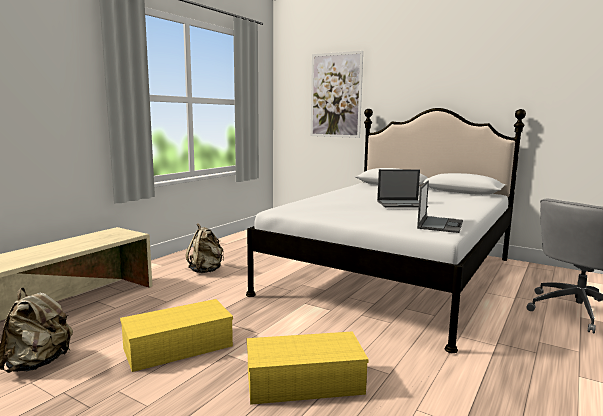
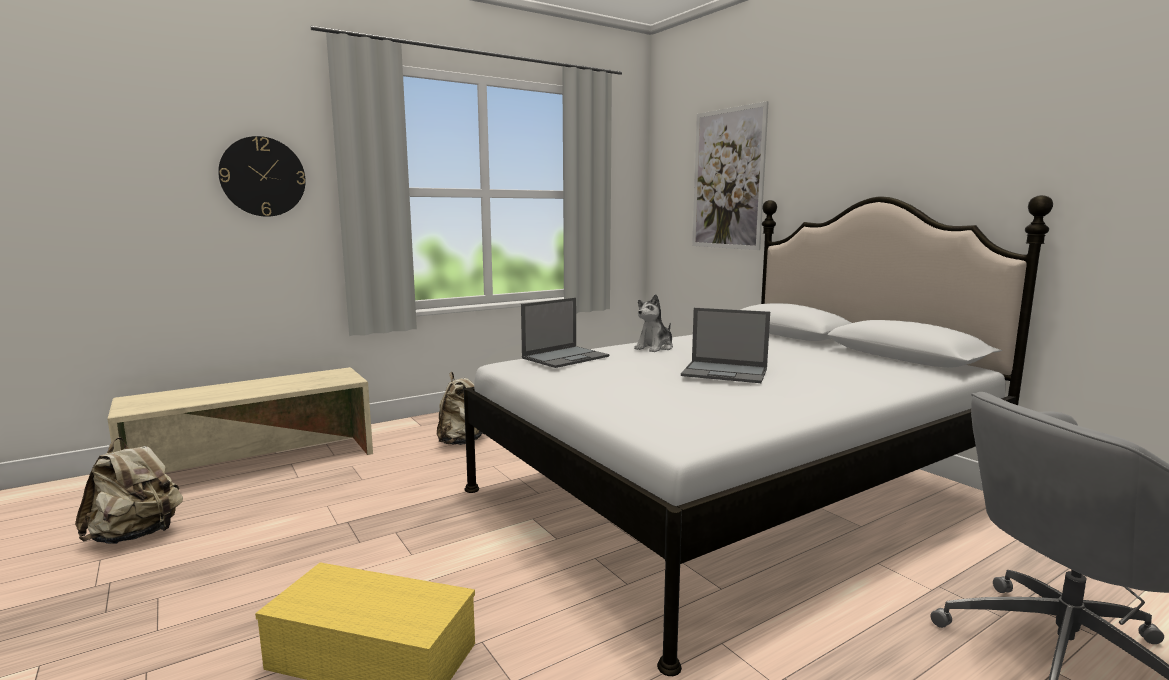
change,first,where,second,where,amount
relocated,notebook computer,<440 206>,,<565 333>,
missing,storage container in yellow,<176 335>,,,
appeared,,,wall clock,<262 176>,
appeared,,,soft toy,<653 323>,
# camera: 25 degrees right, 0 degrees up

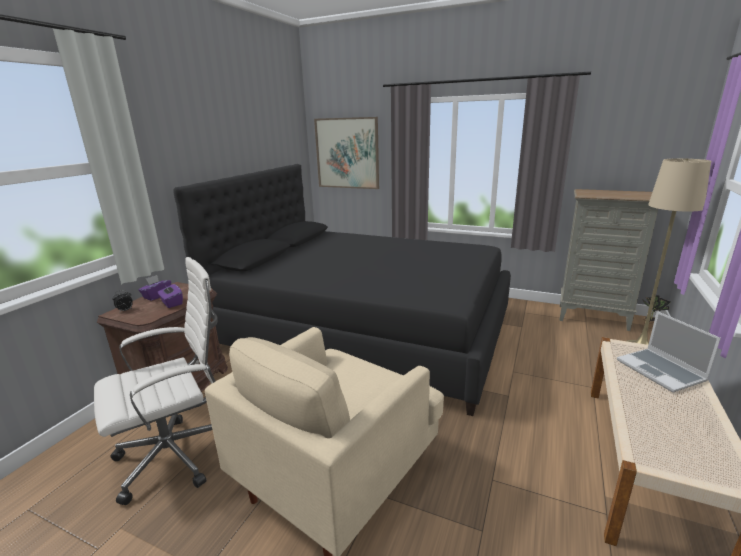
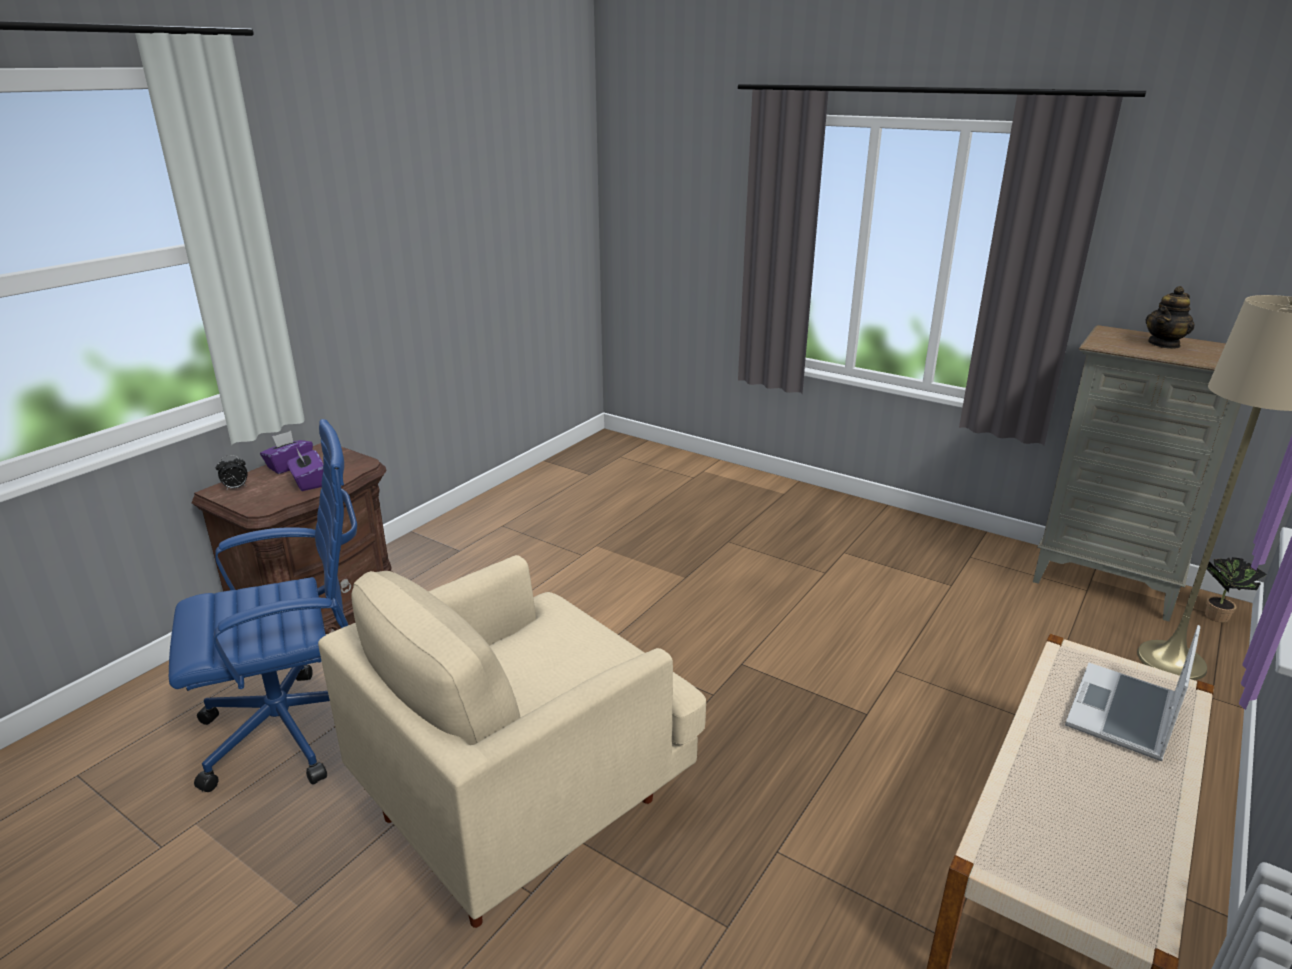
change,first,where,second,where,amount
missing,wall art,<346 153>,,,
missing,bed in black,<342 290>,,,
colour,computer chair in white,<156 381>,computer chair in blue,<263 605>,
spun,notebook computer,<669 351>,,<1132 693>,45 degrees clockwise
appeared,,,tea pot,<1170 317>,
# camera: 10 degrees right, 5 degrees up

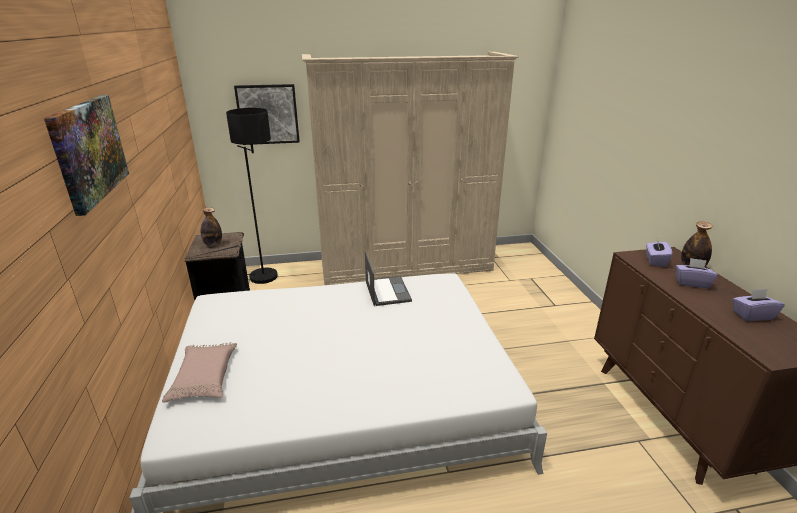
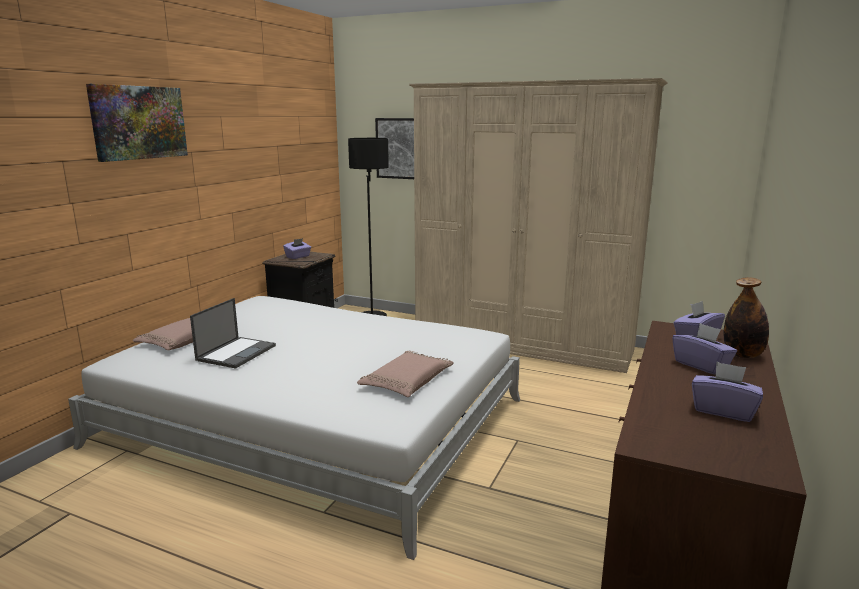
change,first,where,second,where,amount
exchanged,bottle,<211 226>,tissue holder in purplish,<297 248>,
relocated,notebook computer,<388 278>,,<233 333>,
appeared,,,cushion in beige,<405 373>,
# camera: 35 degrees right, 10 degrees down

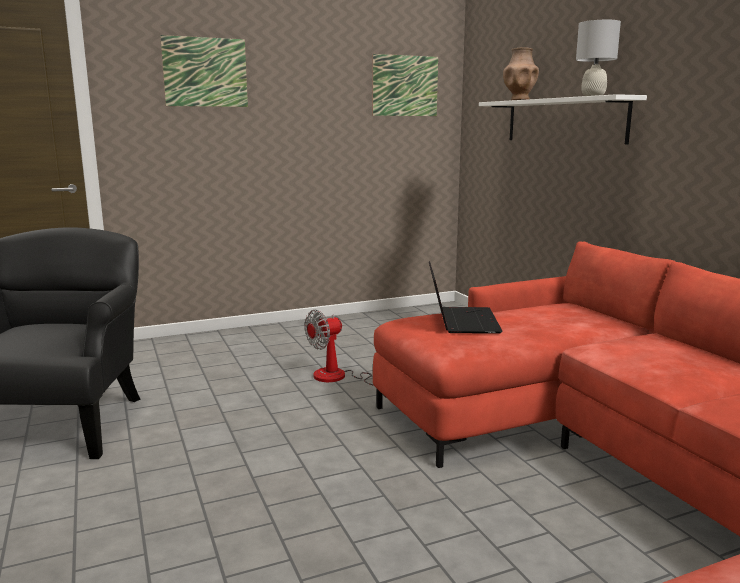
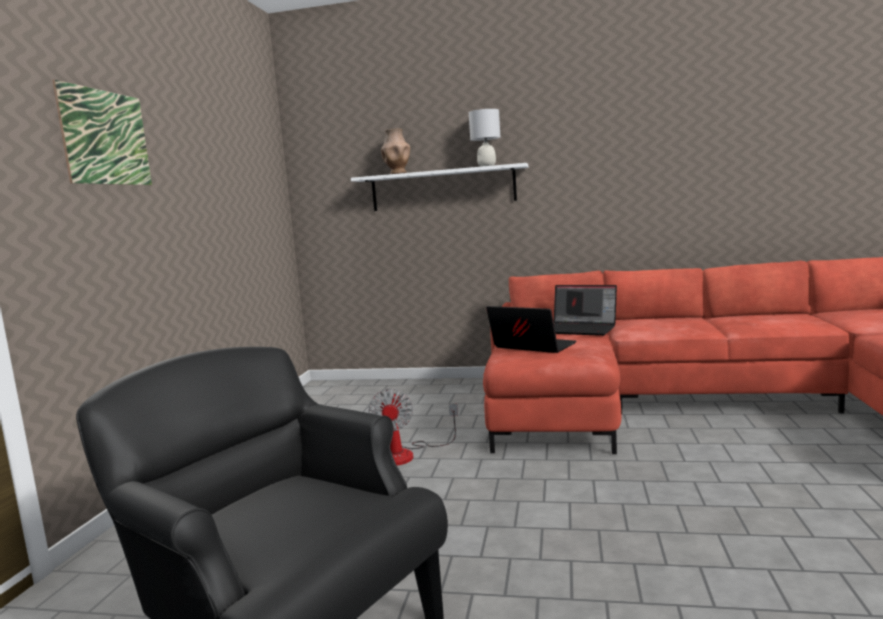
change,first,where,second,where,amount
missing,wall art,<405 85>,,,
appeared,,,notebook computer,<585 310>,
# camera: 55 degrees left, 5 degrees down

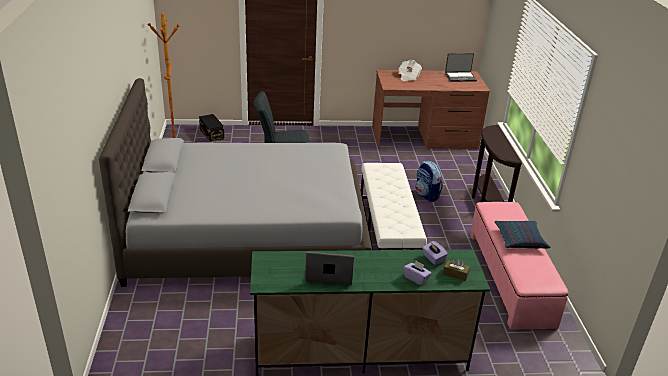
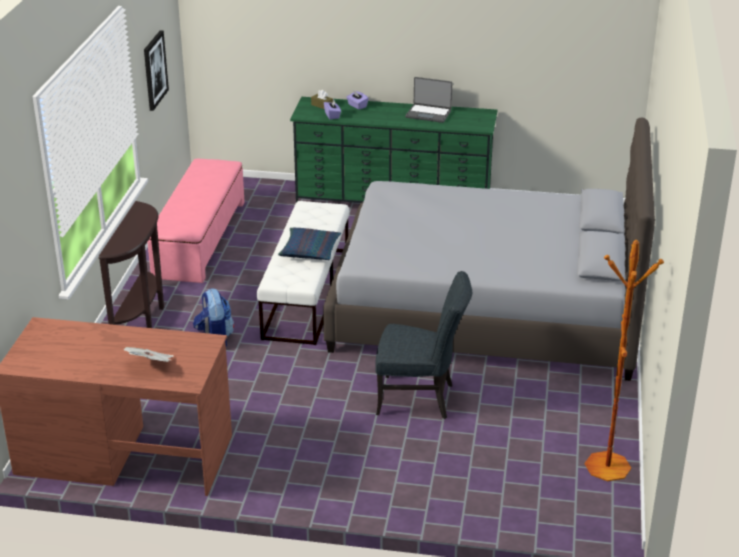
change,first,where,second,where,amount
missing,notebook computer,<461 67>,,,
missing,storage container in black,<211 128>,,,
relocated,cushion in blue,<522 234>,,<309 244>,
appeared,,,wall art,<156 70>,
# camera: 165 degrees left, 0 degrees up

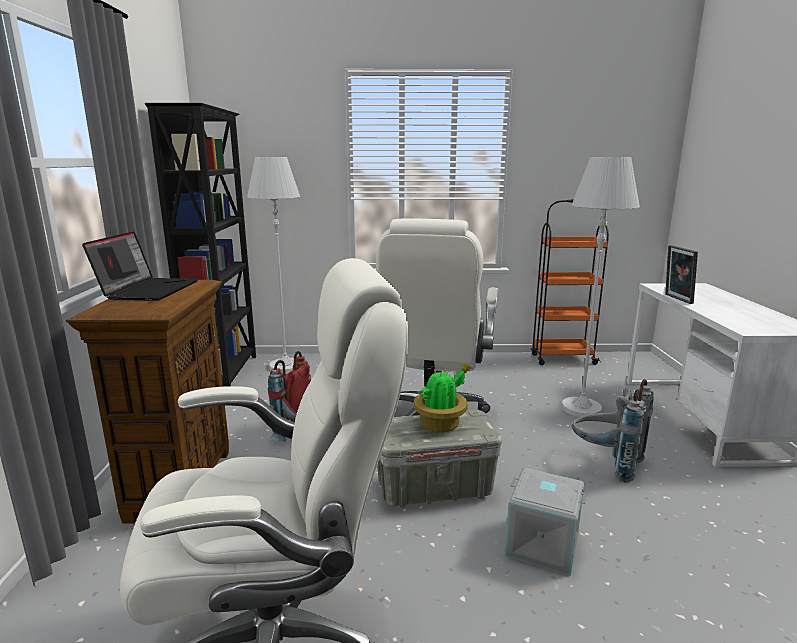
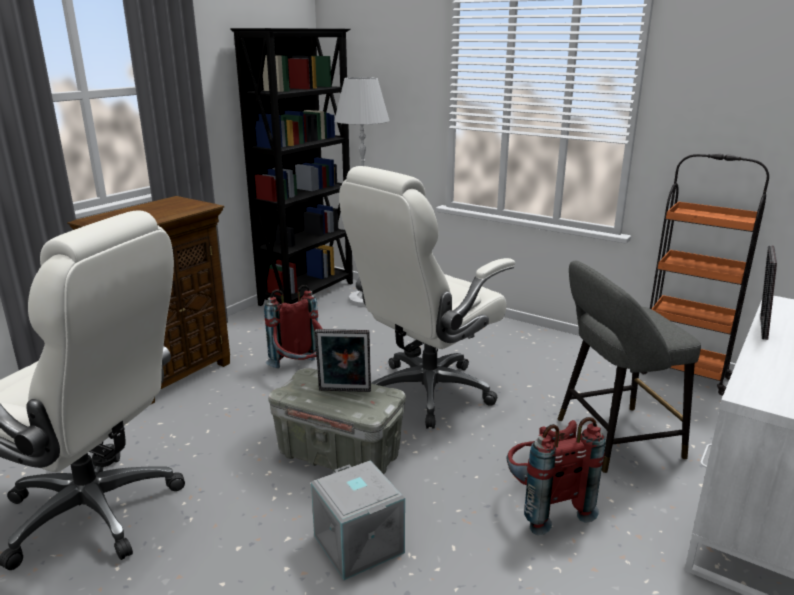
change,first,where,second,where,amount
exchanged,standard lamp in white,<601 287>,stool seat in grey,<629 366>,
missing,notebook computer,<140 266>,,,
exchanged,potted plant,<443 397>,photo frame,<343 360>,
colour,rucksack in grey,<613 431>,rucksack in reddish,<555 476>,
# camera: 35 degrees right, 5 degrees up

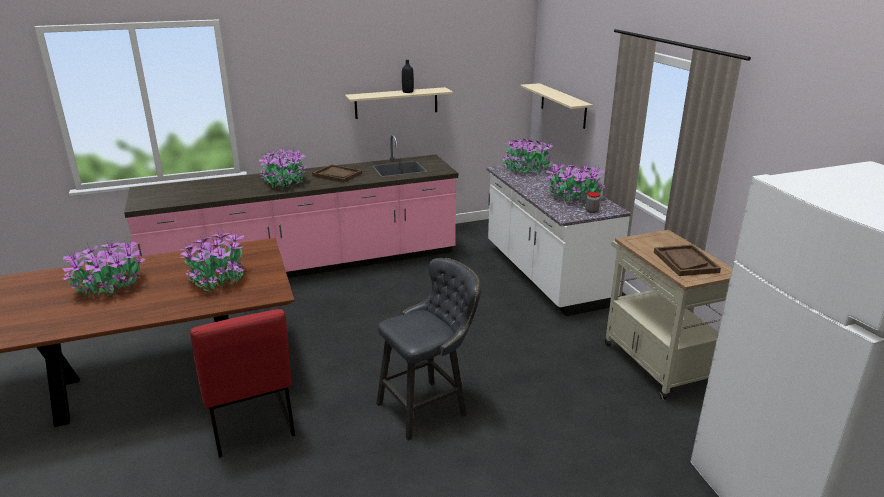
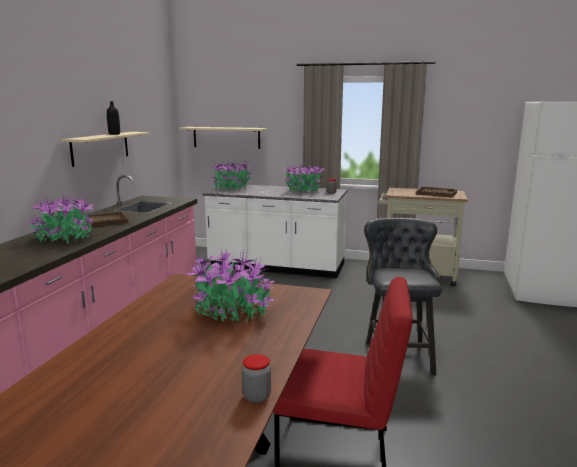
change,first,where,second,where,amount
missing,potted plant,<104 267>,,,
appeared,,,jar,<256 378>,
# camera: 55 degrees left, 10 degrees down

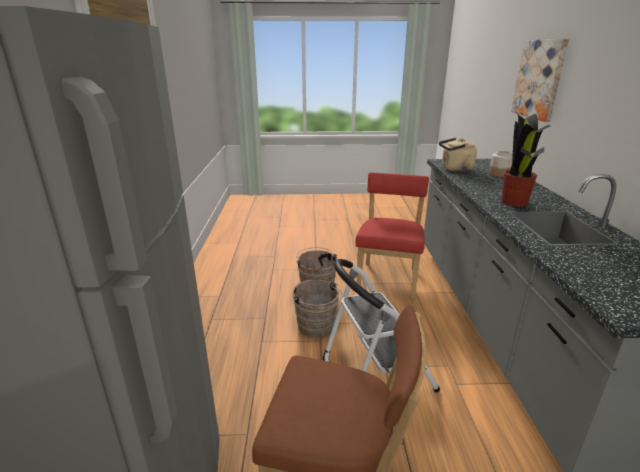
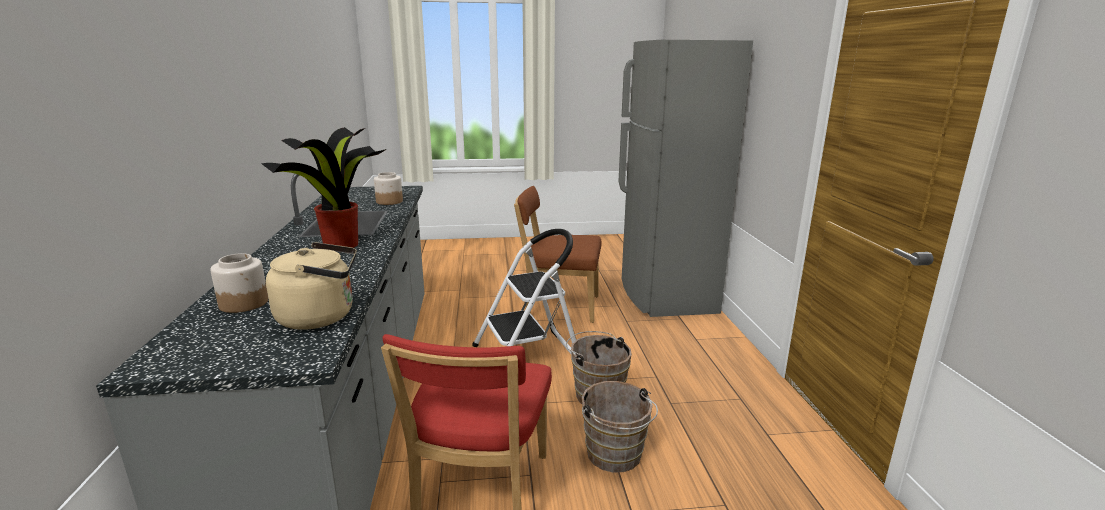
change,first,where,second,where,amount
missing,wall art,<540 80>,,,
appeared,,,jar,<388 188>,
# camera: 175 degrees right, 5 degrees down

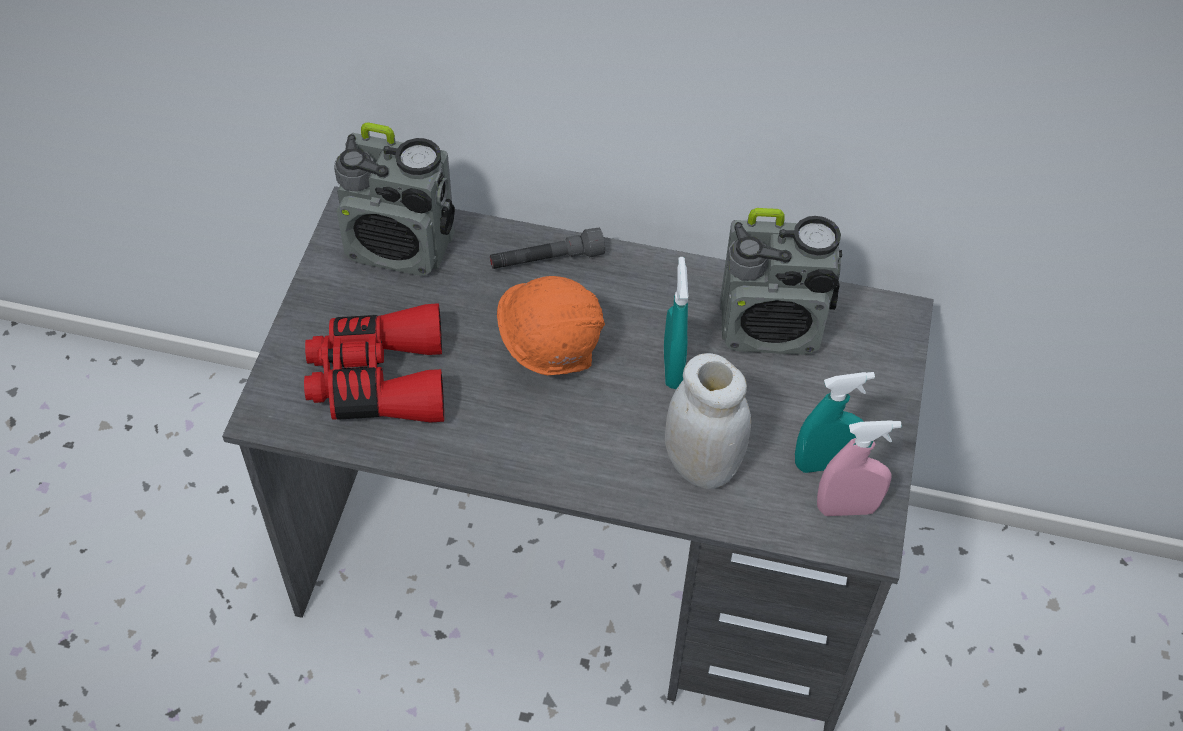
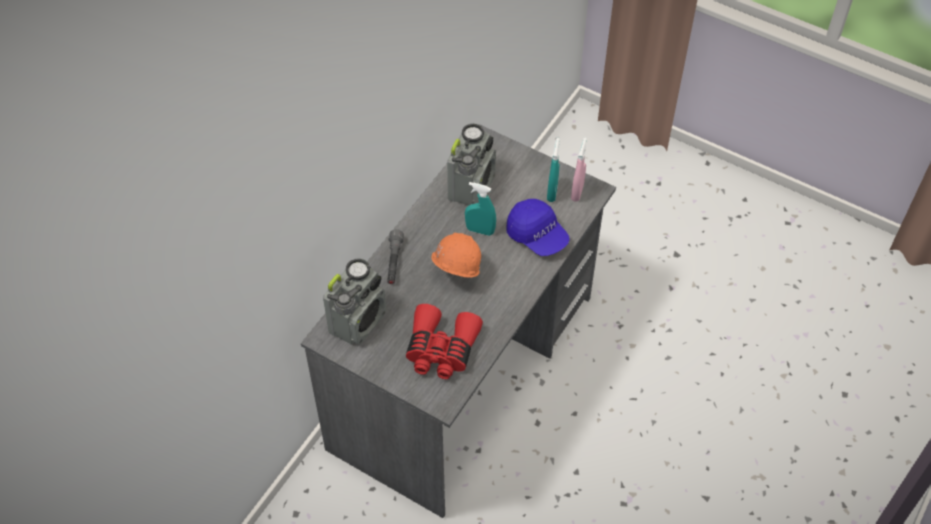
change,first,where,second,where,amount
exchanged,jar in white,<708 421>,cap in blue,<538 227>,
# camera: 70 degrees left, 0 degrees up

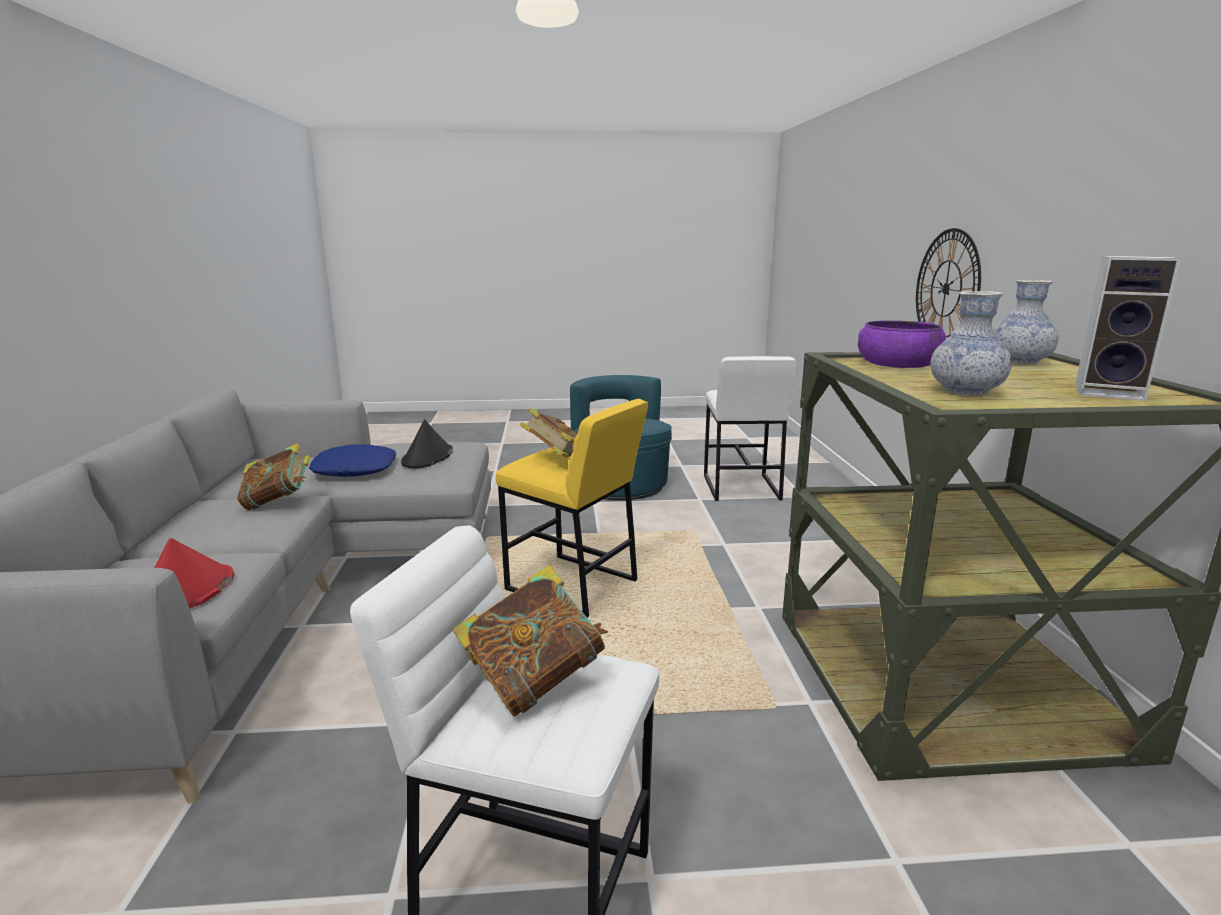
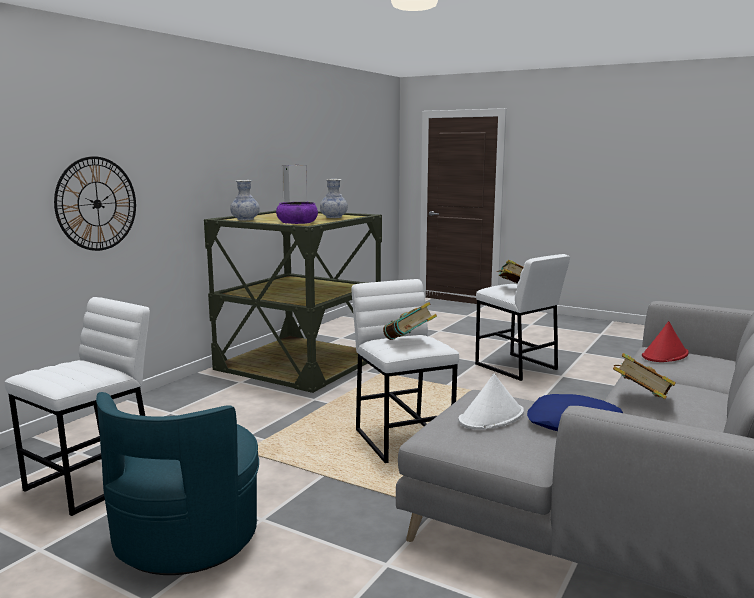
change,first,where,second,where,amount
colour,stool seat in yellow,<572 508>,stool seat in white,<405 371>,
colour,clothing hat in black,<427 443>,clothing hat in white,<491 402>,
# camera: 145 degrees left, 5 degrees down

